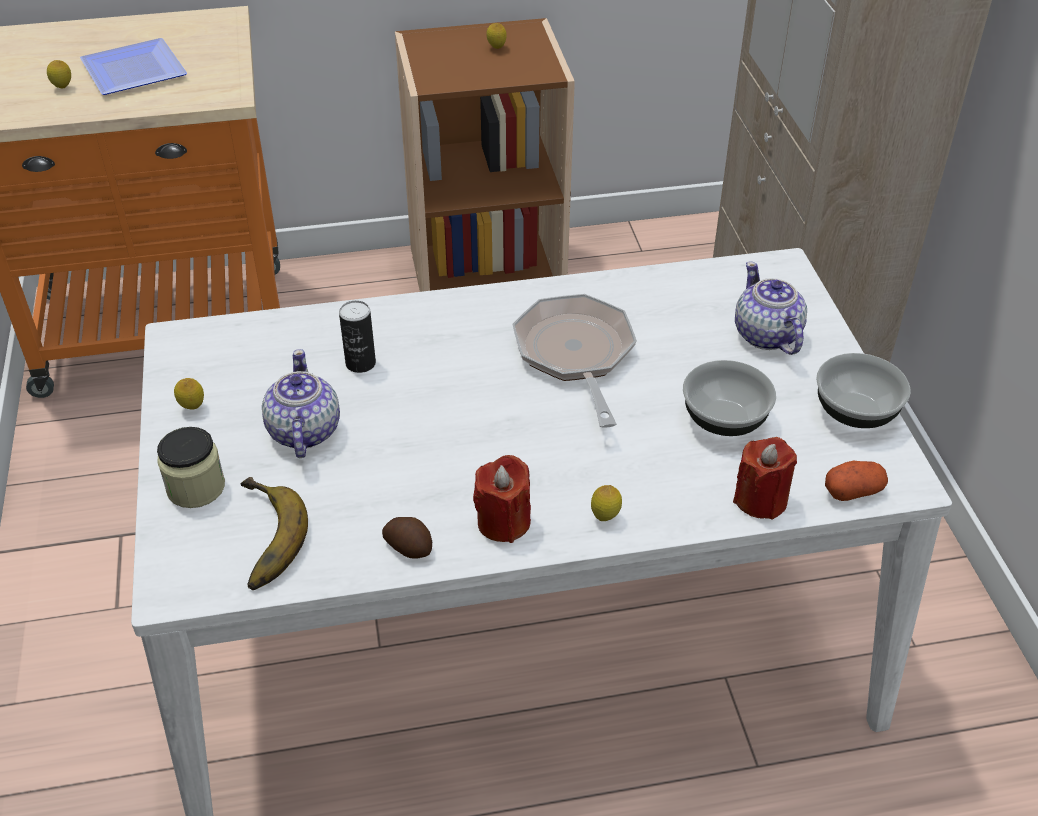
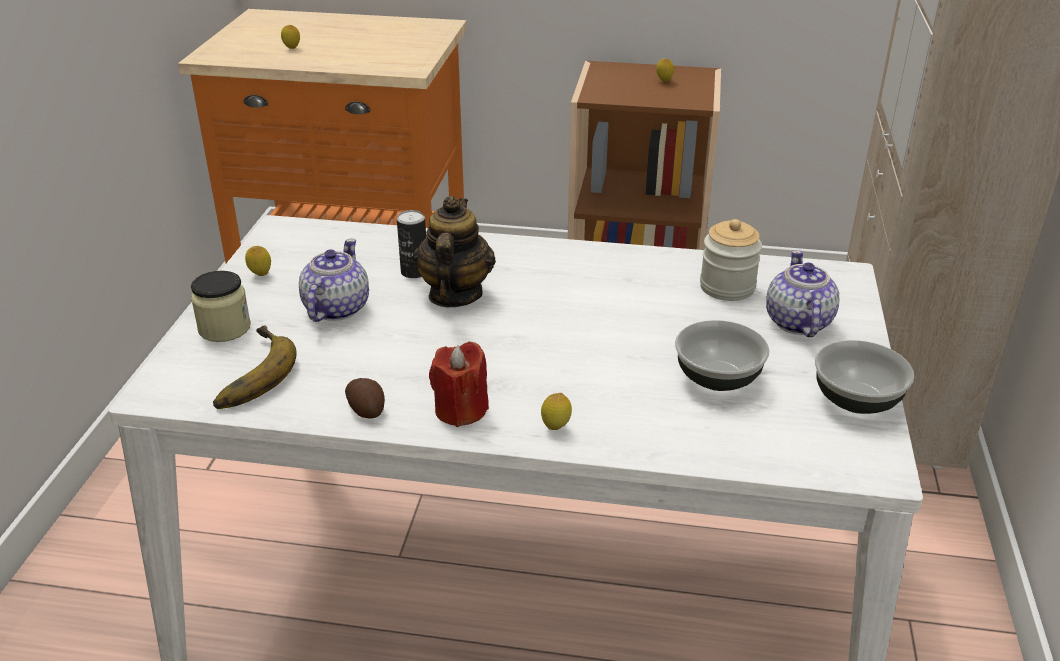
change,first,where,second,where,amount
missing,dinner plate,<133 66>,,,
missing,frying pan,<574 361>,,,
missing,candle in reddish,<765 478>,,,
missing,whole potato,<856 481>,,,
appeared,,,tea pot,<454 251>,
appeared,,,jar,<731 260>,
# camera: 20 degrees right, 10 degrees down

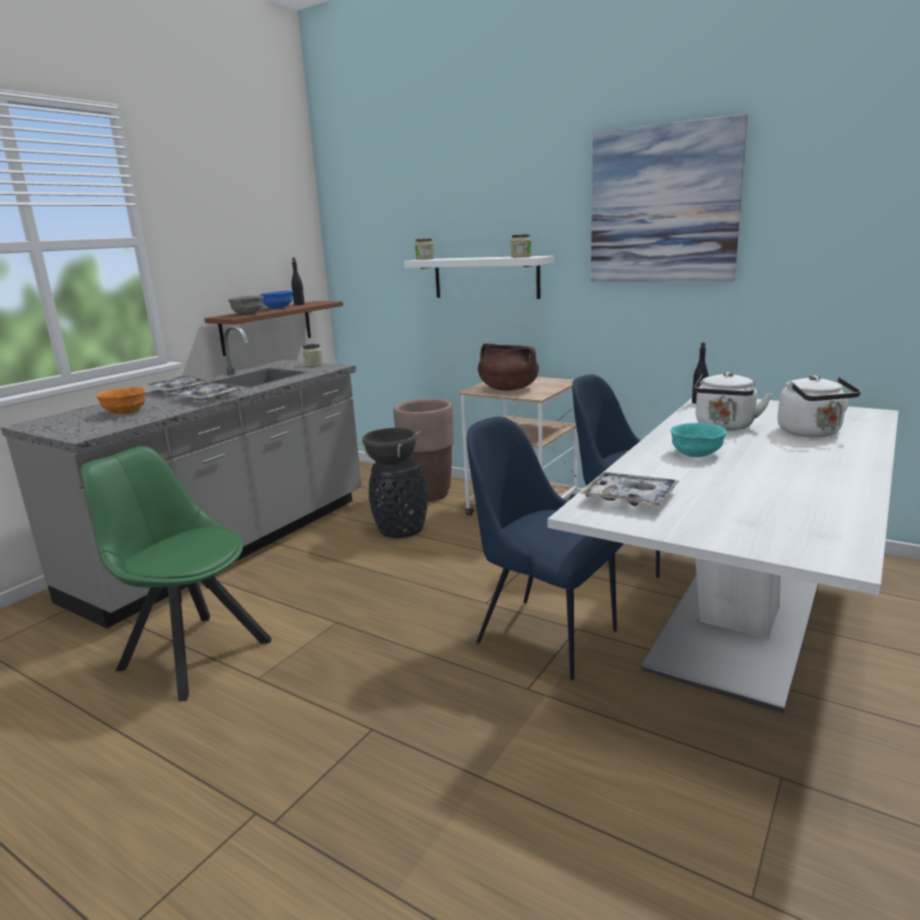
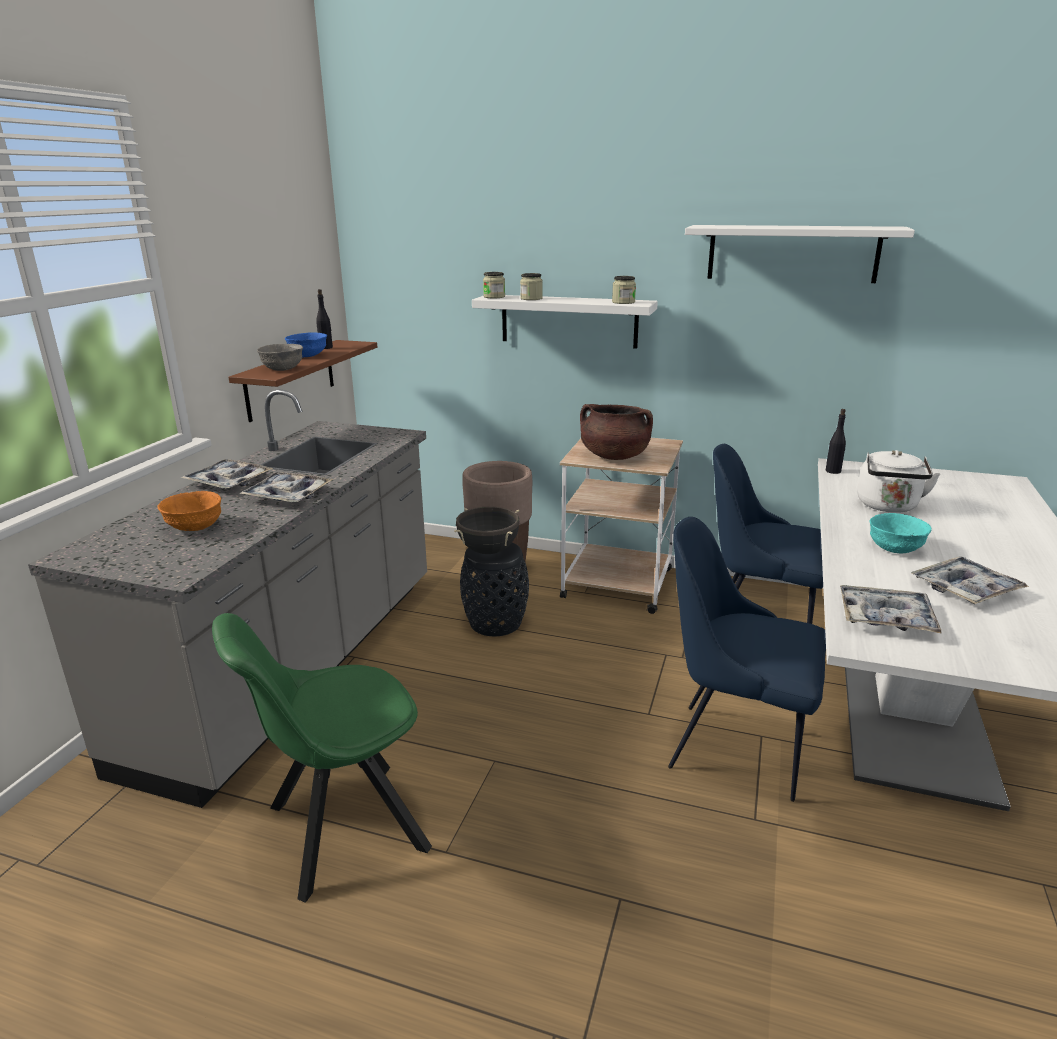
change,first,where,second,where,amount
exchanged,wall art,<669 198>,shelf in white,<800 254>,
relocated,jar,<312 355>,,<531 286>,
missing,kettle in white,<819 406>,,,
spun,upright chair in green,<176 574>,,<322 758>,45 degrees counterclockwise
appeared,,,carrying tray,<970 580>,
# camera: 15 degrees left, 5 degrees up

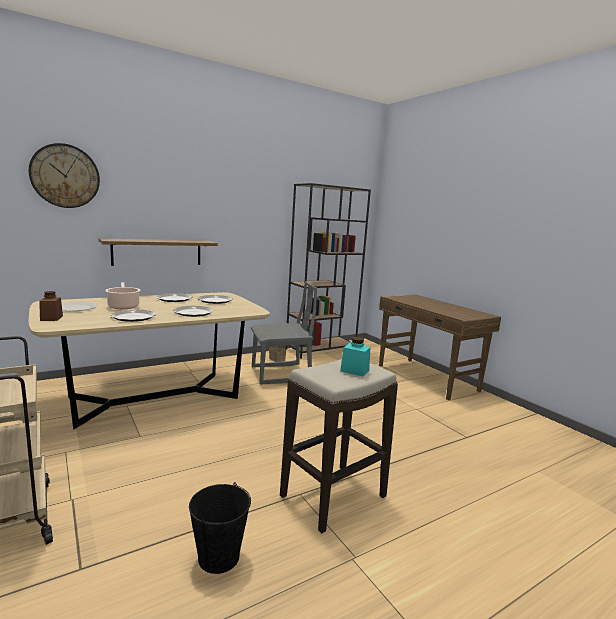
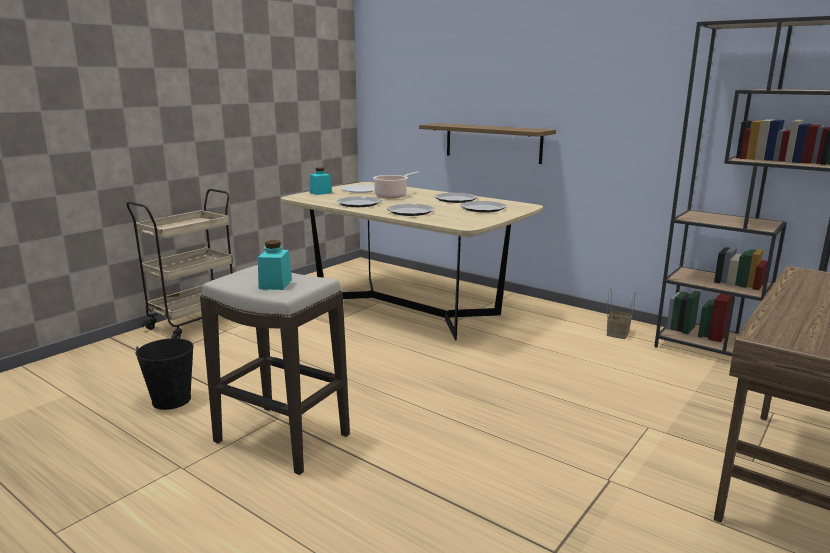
change,first,where,second,where,amount
missing,wall clock,<64 175>,,,
missing,upright chair in grey,<284 333>,,,
colour,jar in brownish,<51 306>,jar in blue-green,<321 181>,
# camera: 70 degrees right, 5 degrees up

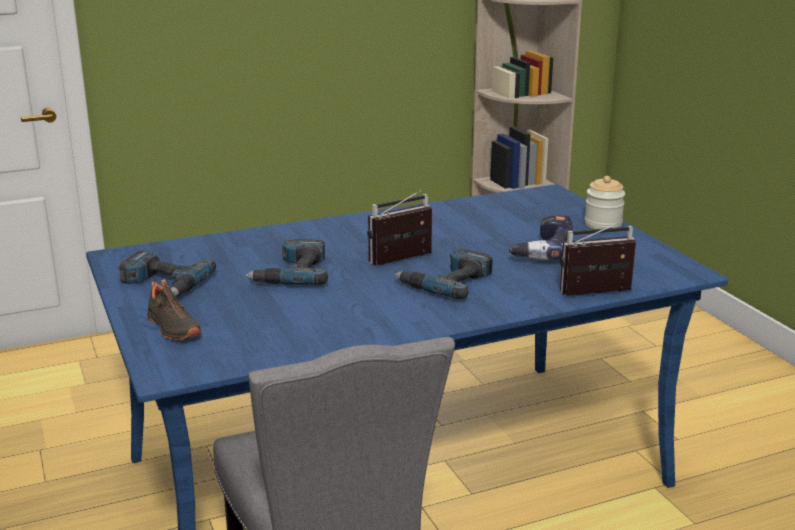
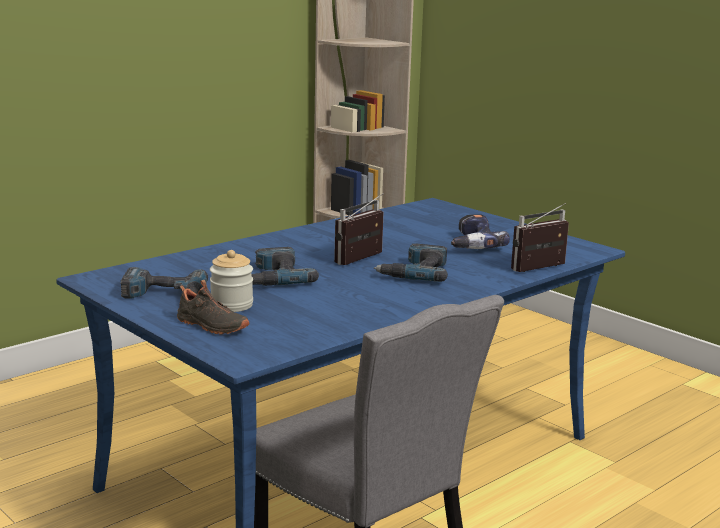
change,first,where,second,where,amount
relocated,jar,<605 202>,,<231 281>,
# camera: 20 degrees left, 5 degrees down

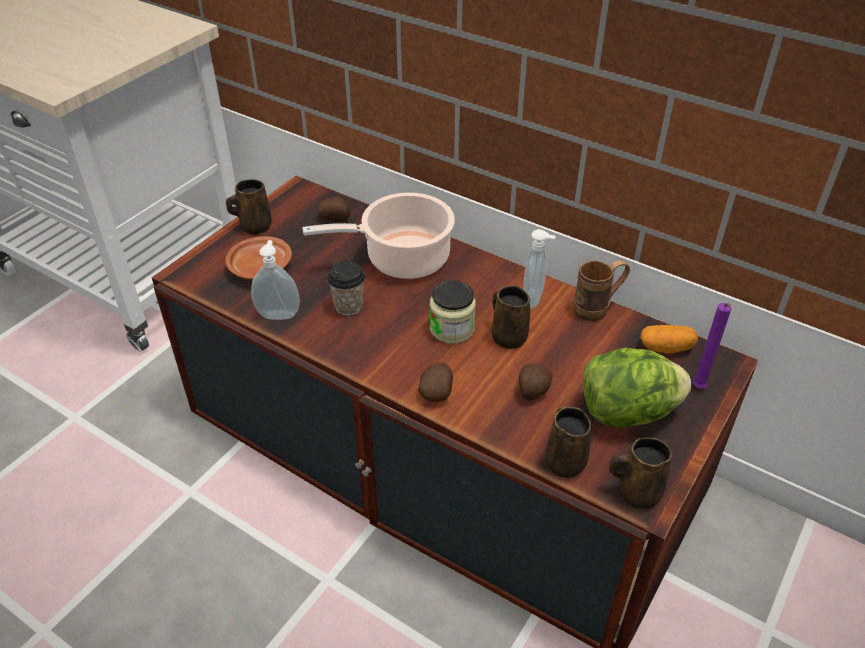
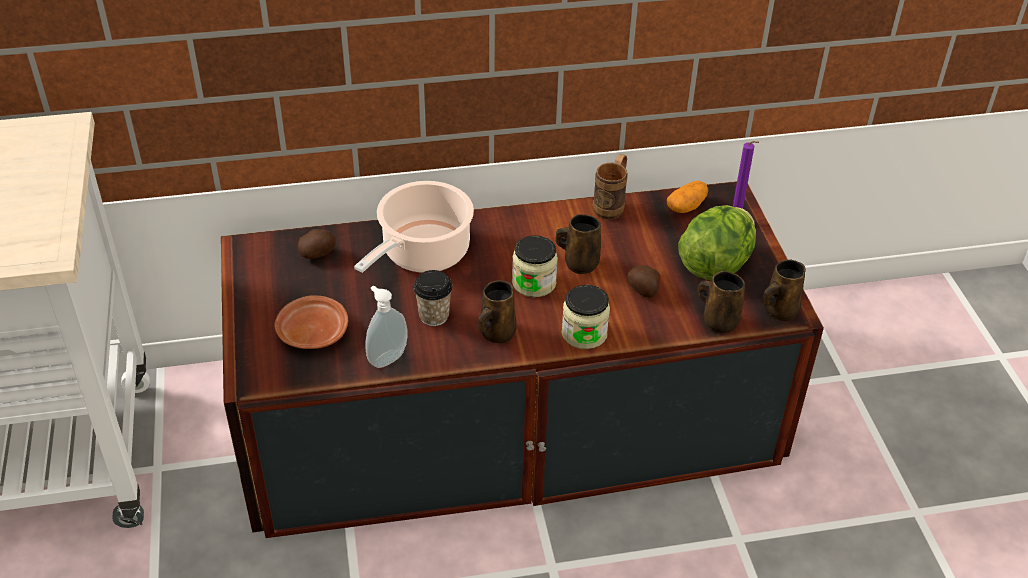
change,first,where,second,where,amount
relocated,mug in brownish,<248 207>,,<497 311>,
missing,soap bottle,<539 268>,,,
exchanged,whole potato,<435 382>,jar,<586 317>,
# camera: 45 degrees left, 0 degrees up

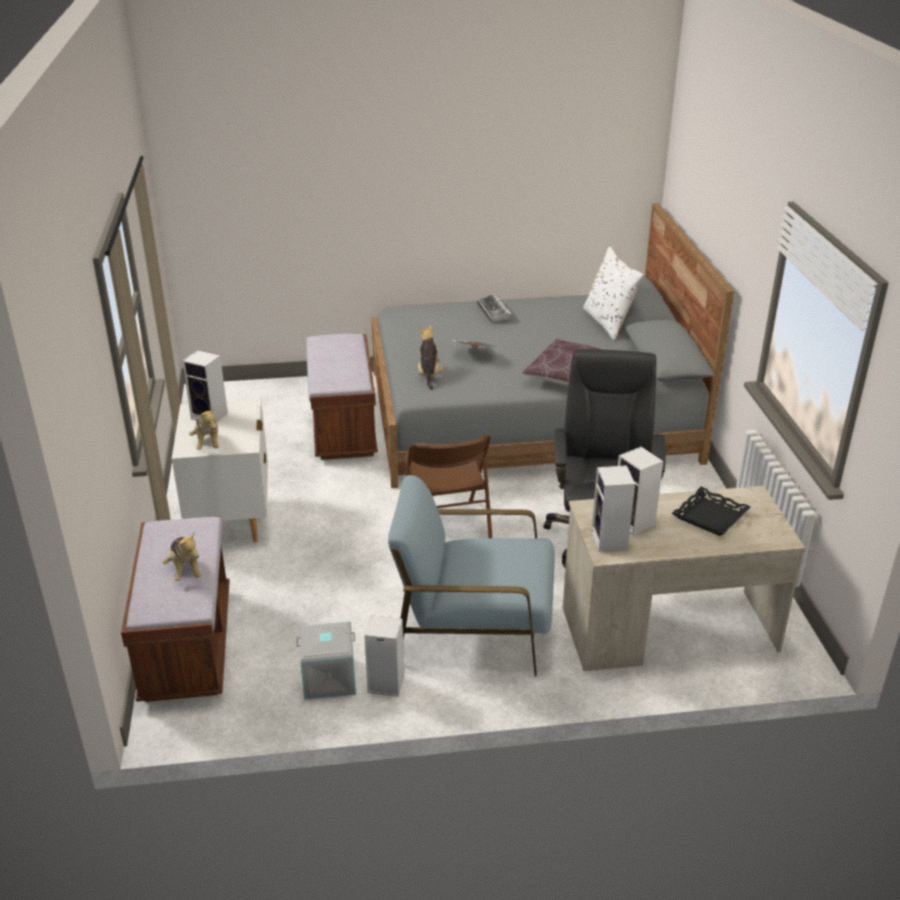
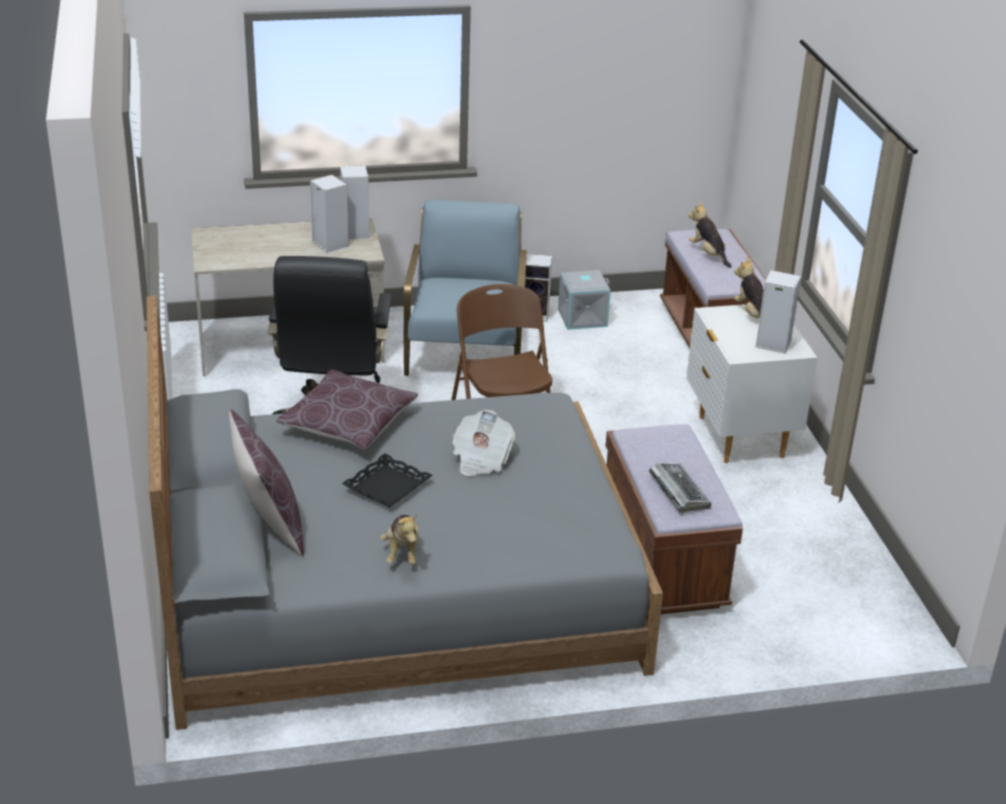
change,first,where,second,where,amount
colour,cushion in white,<613 293>,cushion in brownish,<266 483>,
relocated,PC keyboard,<495 308>,,<680 488>,
relocated,soft toy,<431 357>,,<399 539>,
spun,easy chair in blue,<471 576>,,<465 288>,90 degrees counterclockwise
relocated,carrying tray in black,<711 511>,,<387 480>,
# camera: 175 degrees right, 0 degrees up

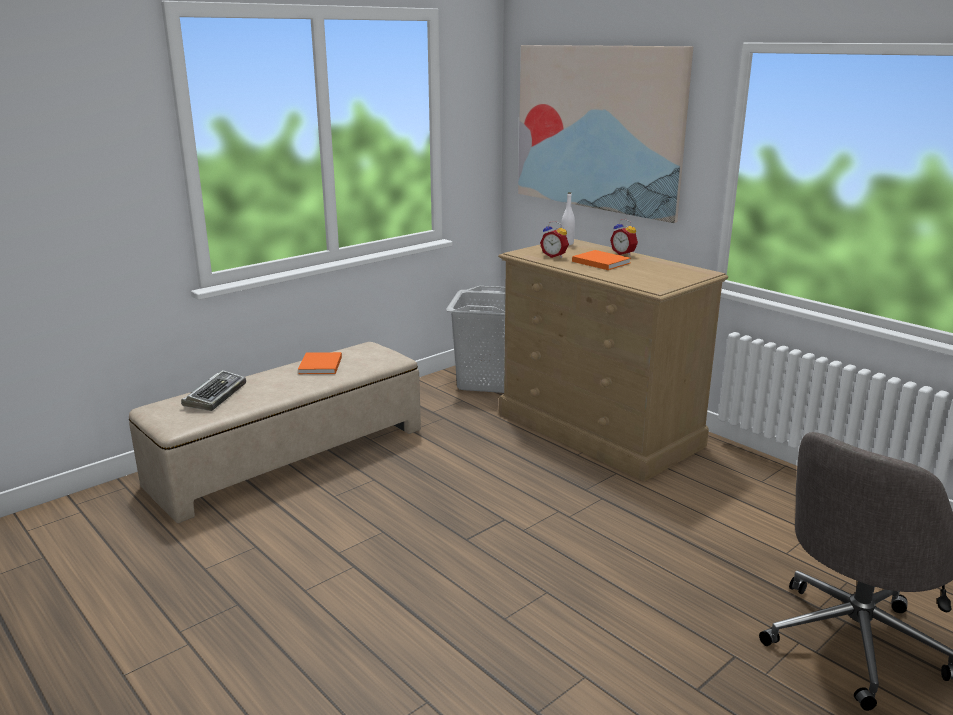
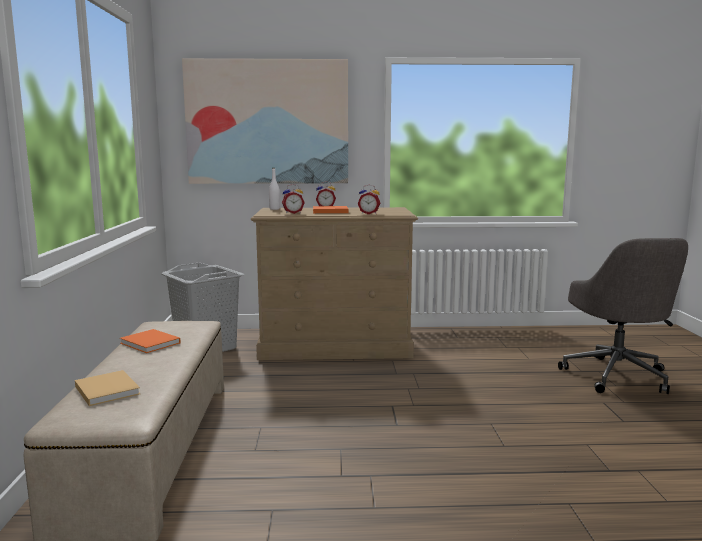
change,first,where,second,where,amount
exchanged,PC keyboard,<213 390>,book in beige,<107 388>,
appeared,,,table clock,<369 199>,
# camera: 50 degrees left, 10 degrees down

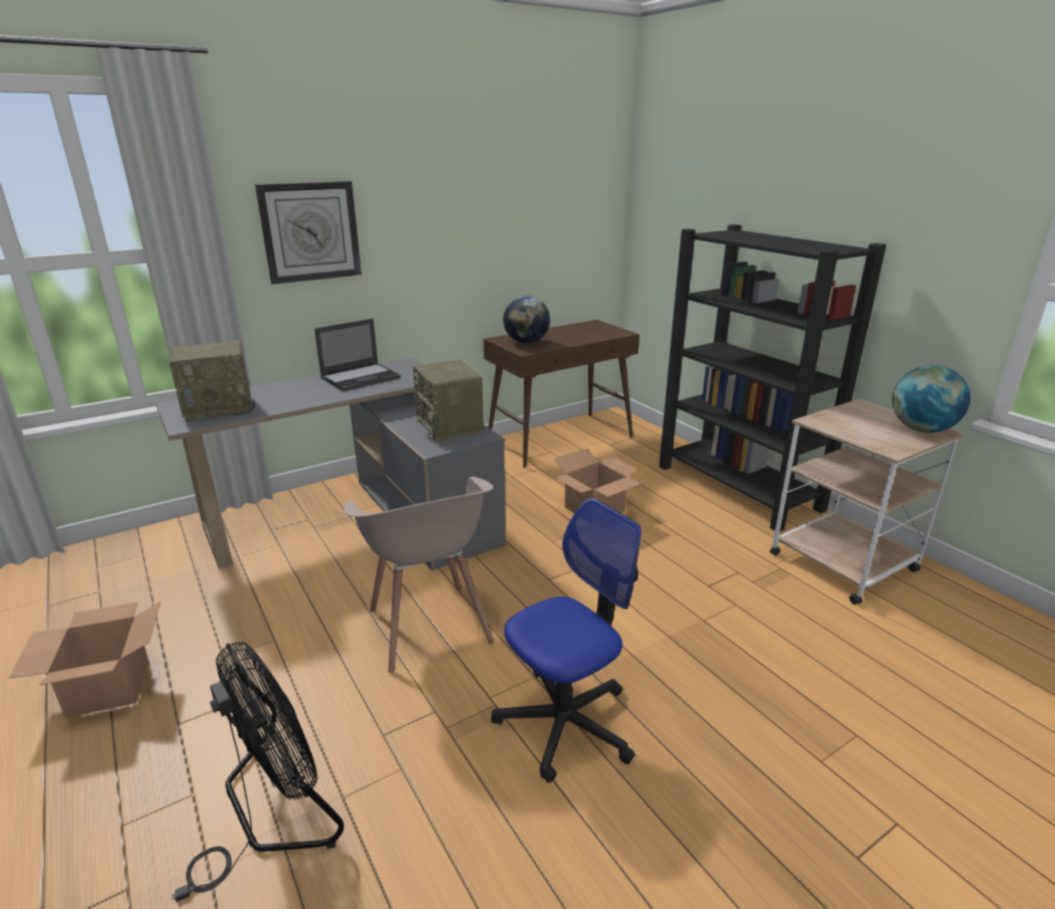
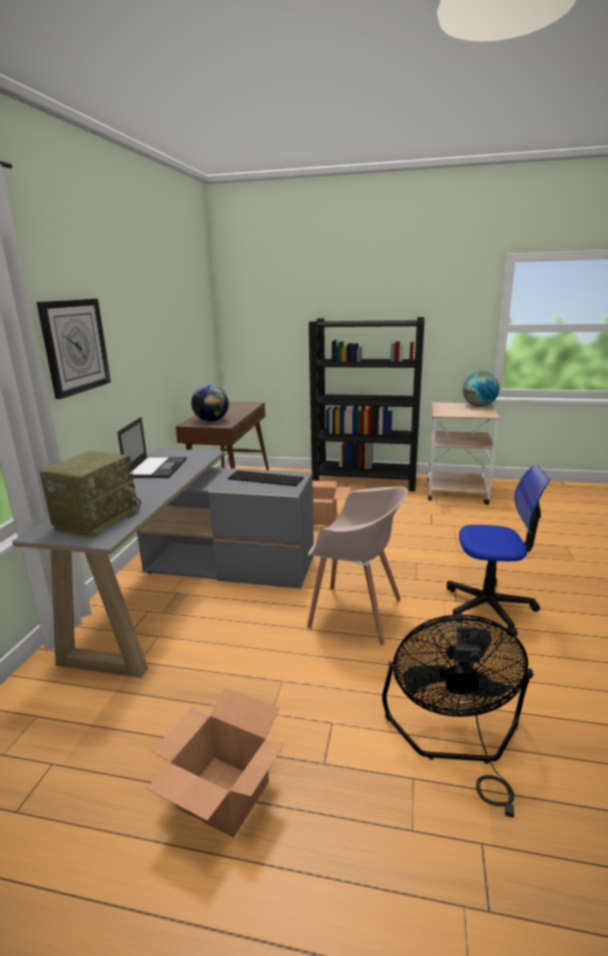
change,first,where,second,where,amount
exchanged,radio,<448 401>,PC keyboard,<265 478>,
spun,computer chair,<566 640>,,<498 551>,90 degrees clockwise
# camera: 45 degrees left, 5 degrees down

